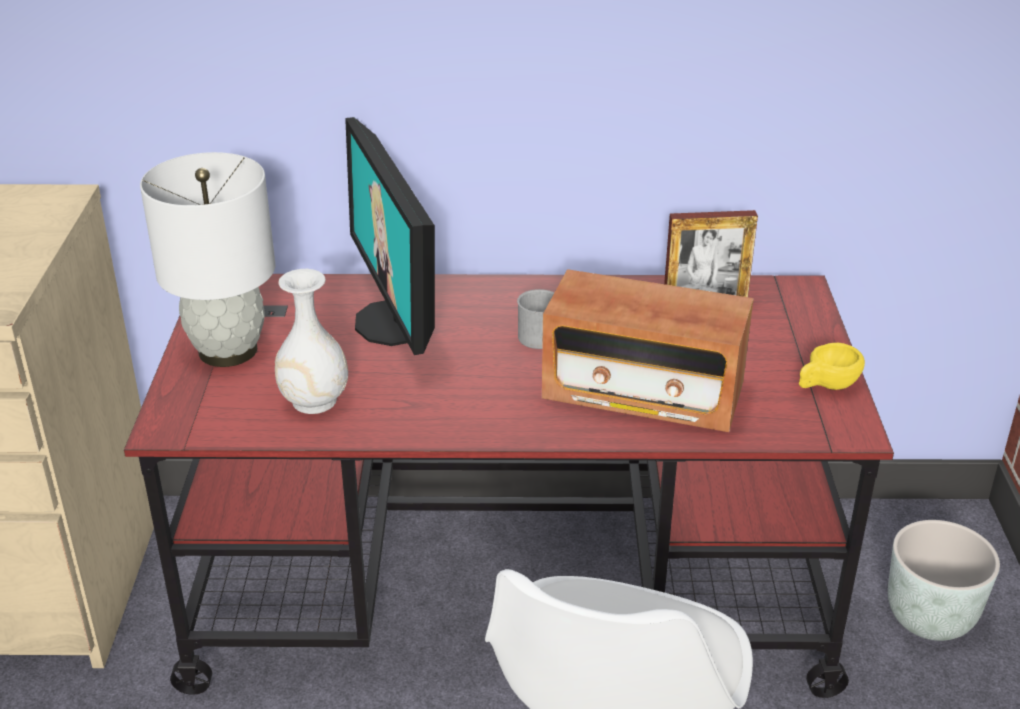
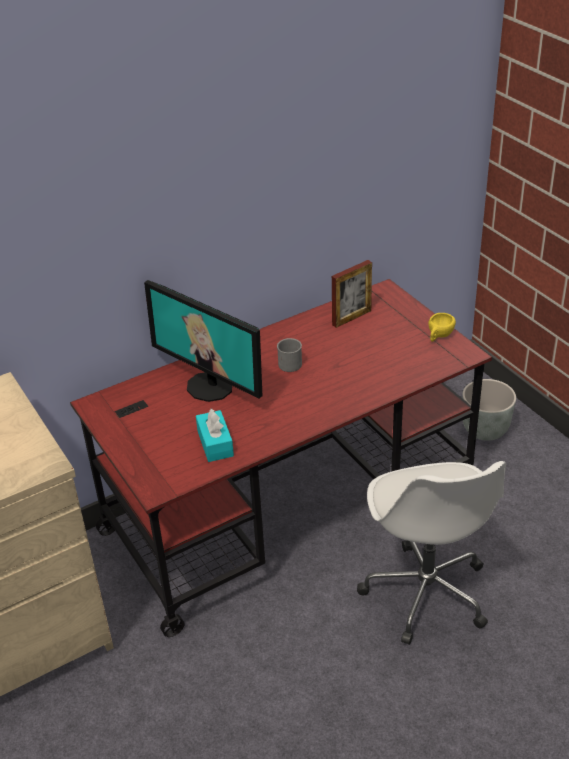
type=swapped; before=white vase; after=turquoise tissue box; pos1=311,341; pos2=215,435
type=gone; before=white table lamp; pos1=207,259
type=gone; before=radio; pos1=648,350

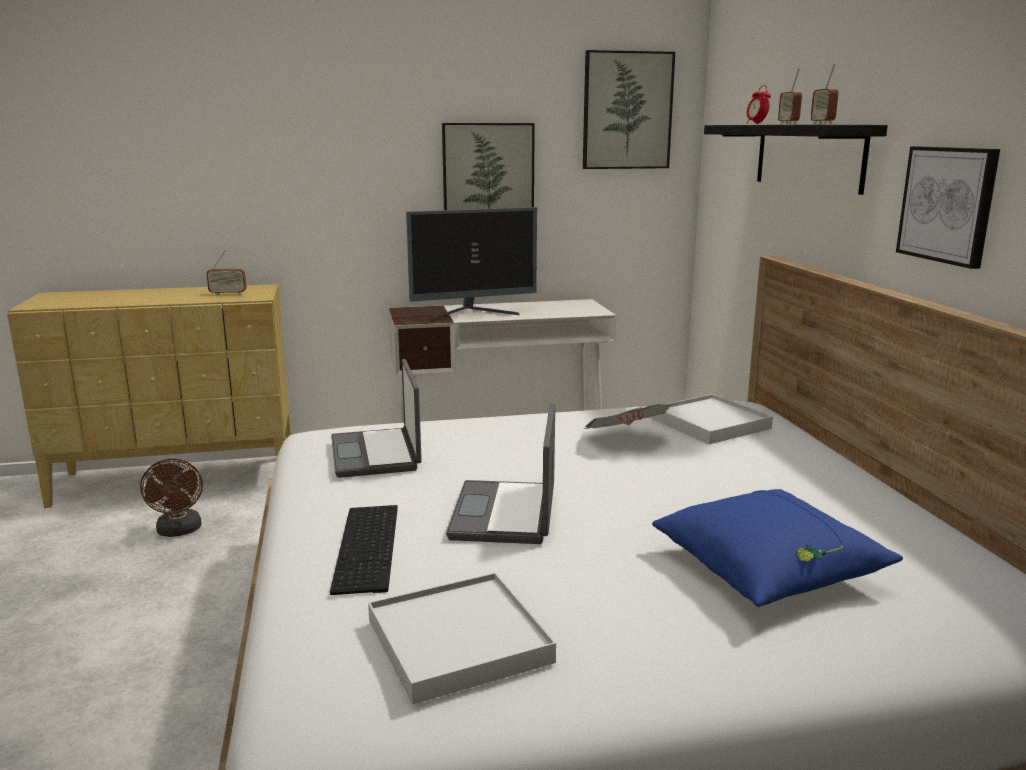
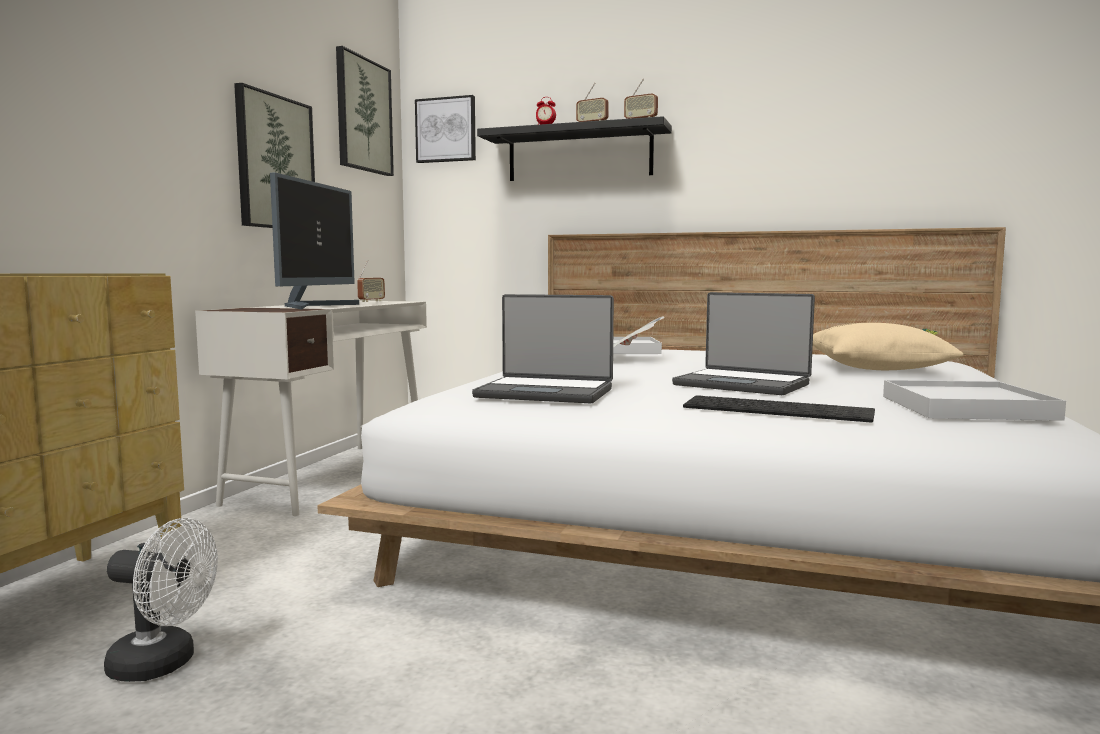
type=repainted; before=brown fan; after=white fan; pos1=171,497; pos2=161,600
type=shifted; before=radio; pos1=226,272; pos2=371,281
type=shifted; before=picture; pos1=948,207; pos2=445,129
type=repainted; before=blue pillow; after=beige pillow; pos1=777,548; pos2=888,346

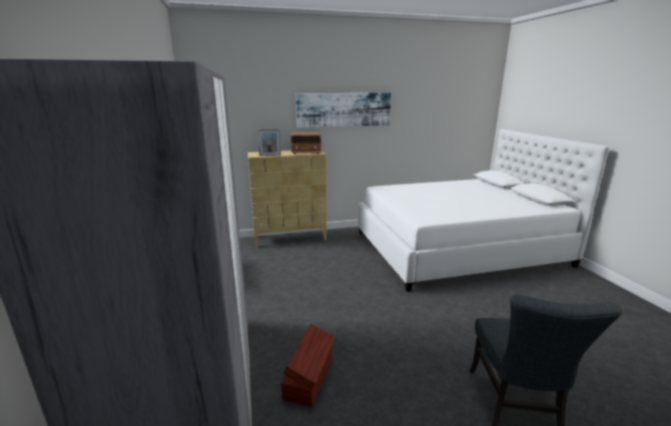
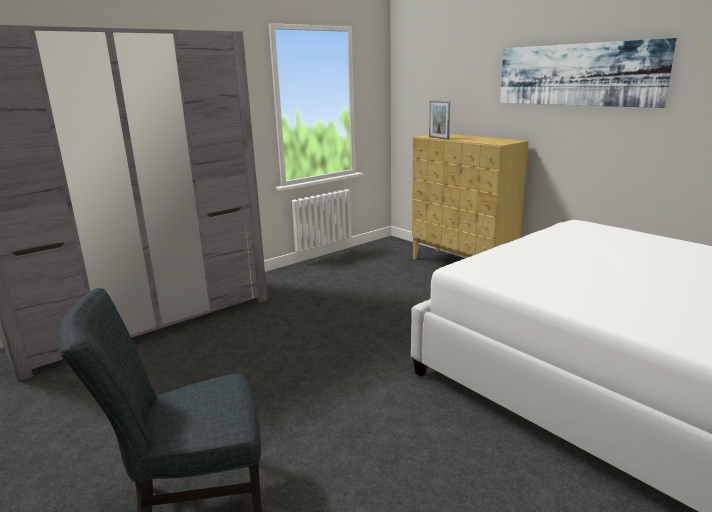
type=gone; before=brown storage box; pos1=308,365
type=gone; before=radio; pos1=306,143

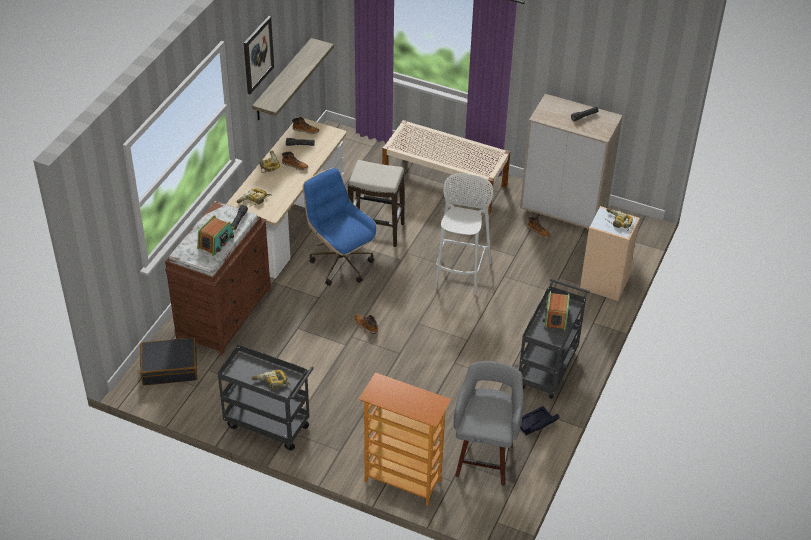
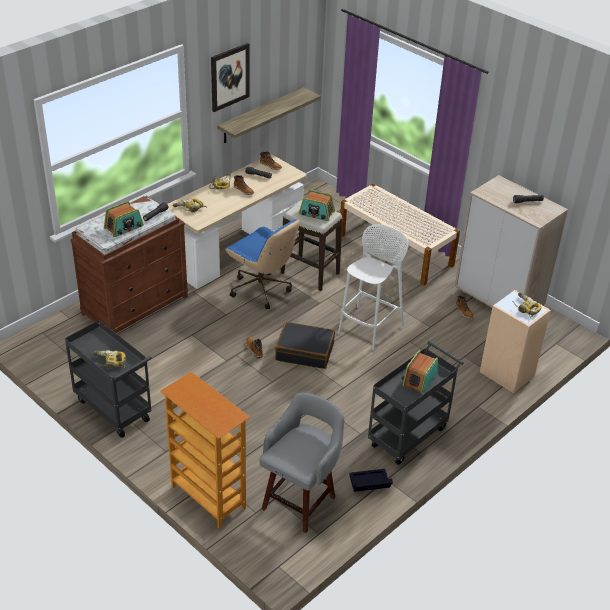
type=rotated; before=blue office chair; pos1=340,226; pos2=263,264; turn=150
type=shifted; before=black suitcase; pos1=168,361; pos2=305,345
type=new; after=radio; pos2=317,205

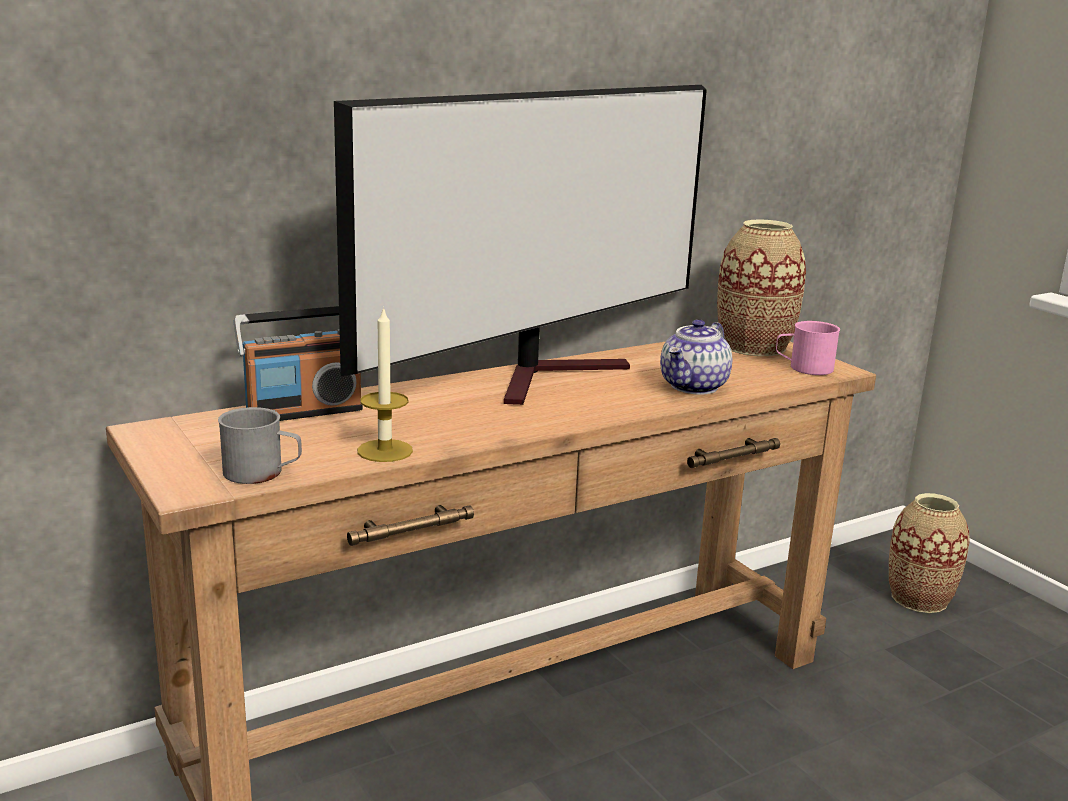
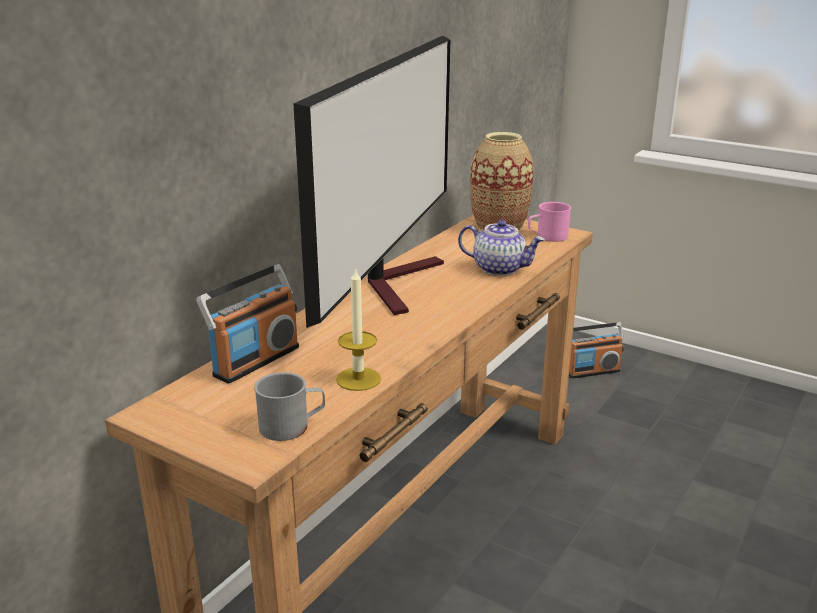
type=rotated; before=teapot; pos1=696,357; pos2=501,248; turn=-75
type=swapped; before=vase; after=radio; pos1=929,553; pos2=596,350

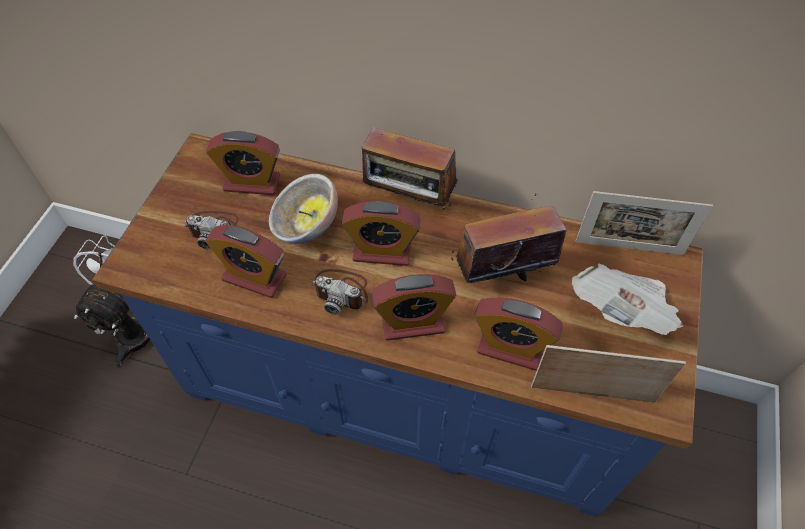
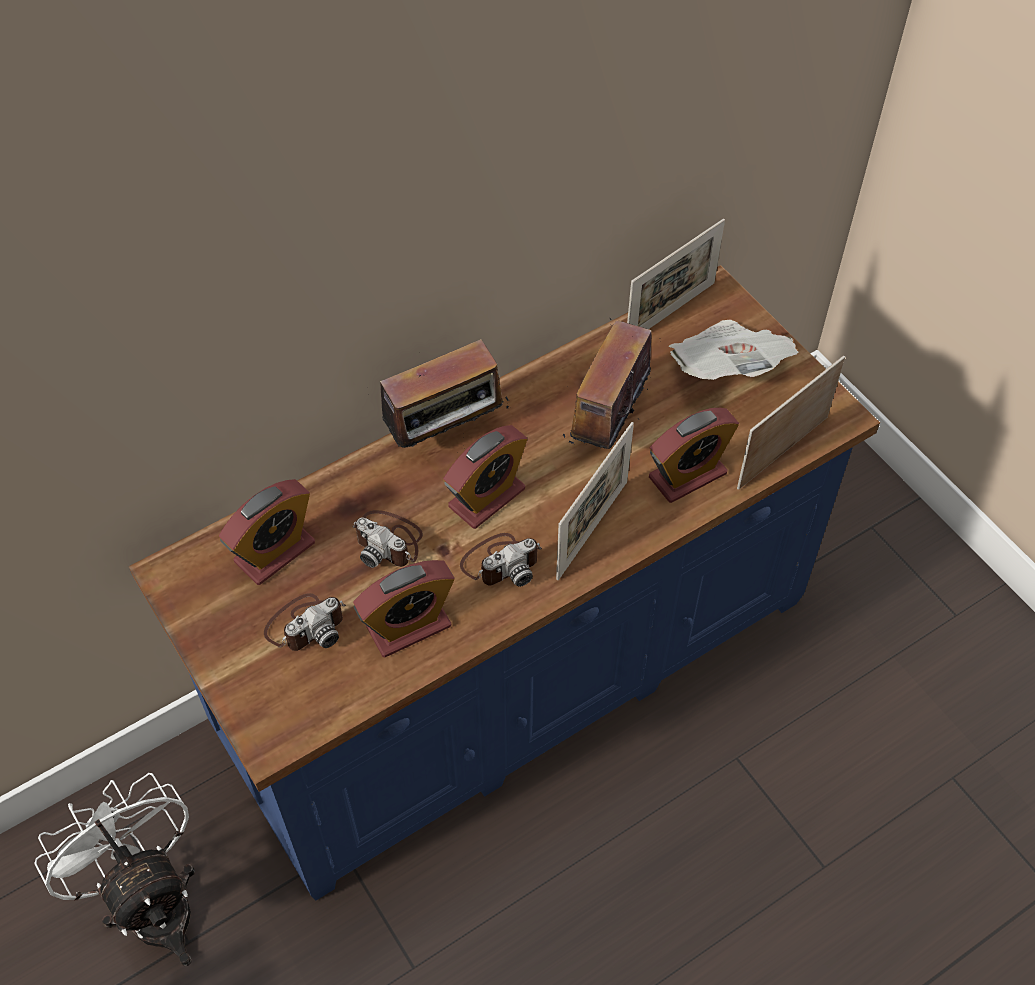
type=swapped; before=bowl; after=photo camera; pos1=303,209; pos2=387,539
type=swapped; before=alarm clock; after=picture frame; pos1=413,307; pos2=595,501

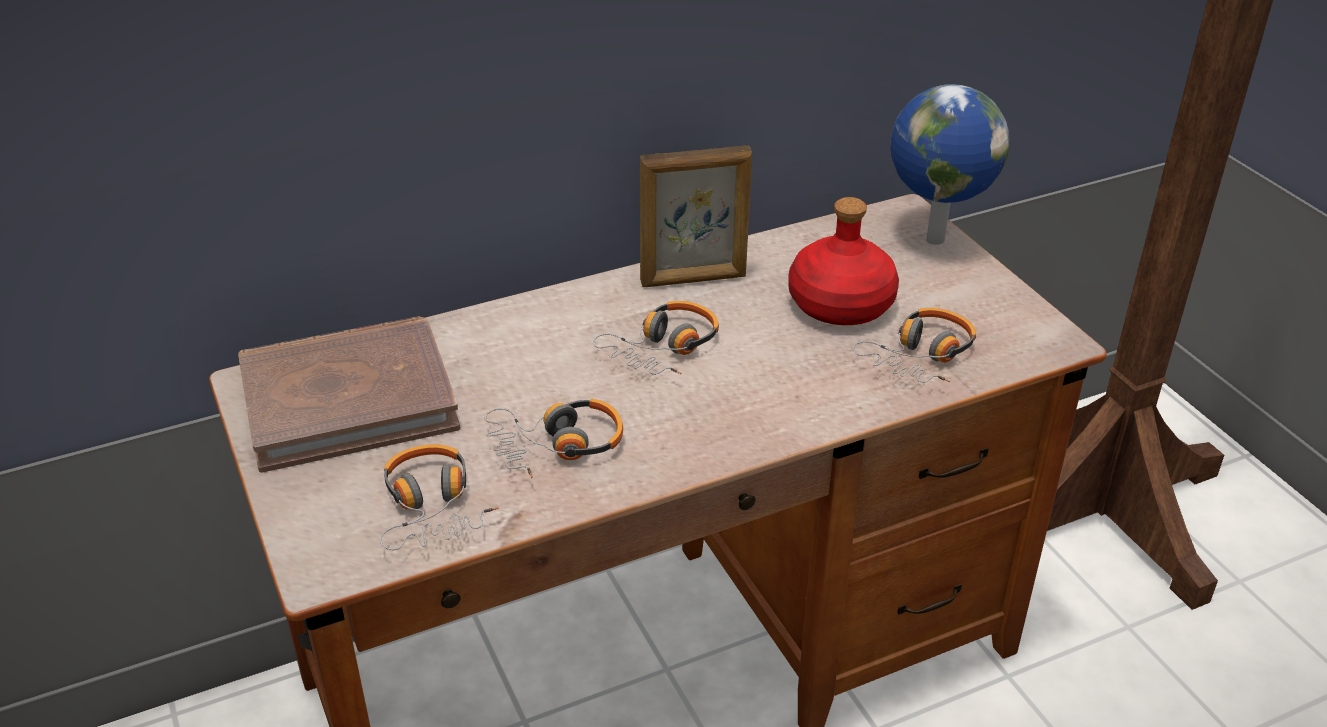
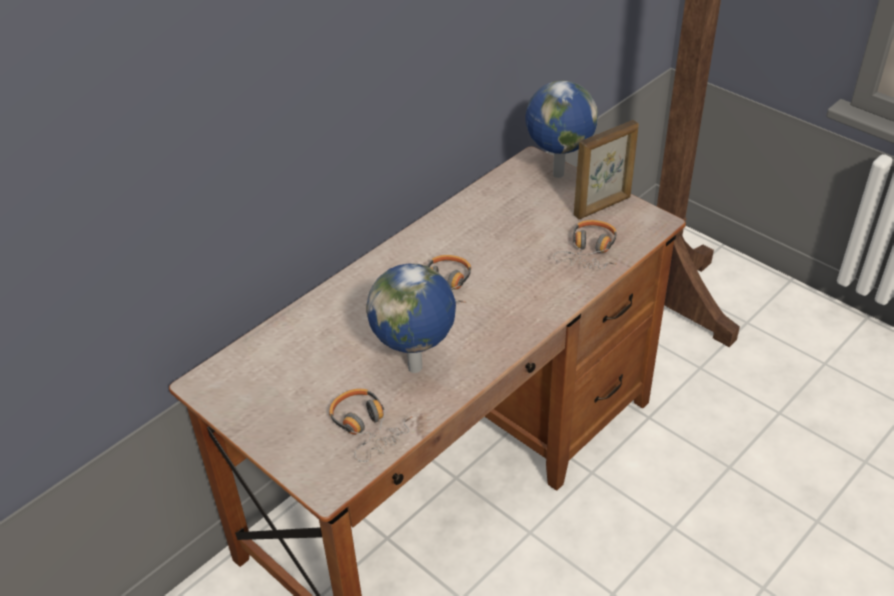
type=swapped; before=headphones; after=globe; pos1=554,438; pos2=411,318
type=shifted; before=picture frame; pos1=696,216; pos2=606,169
type=gone; before=brown book; pos1=349,394
type=gone; before=red bottle; pos1=843,261

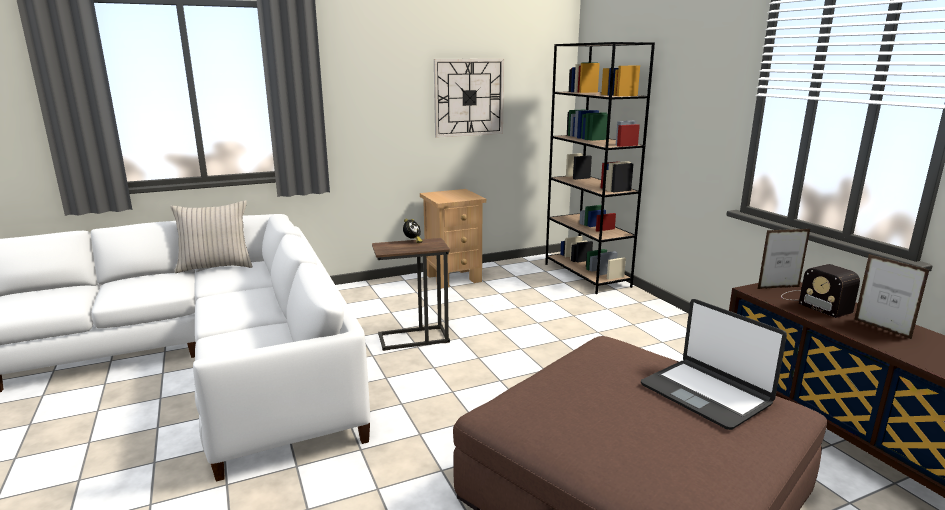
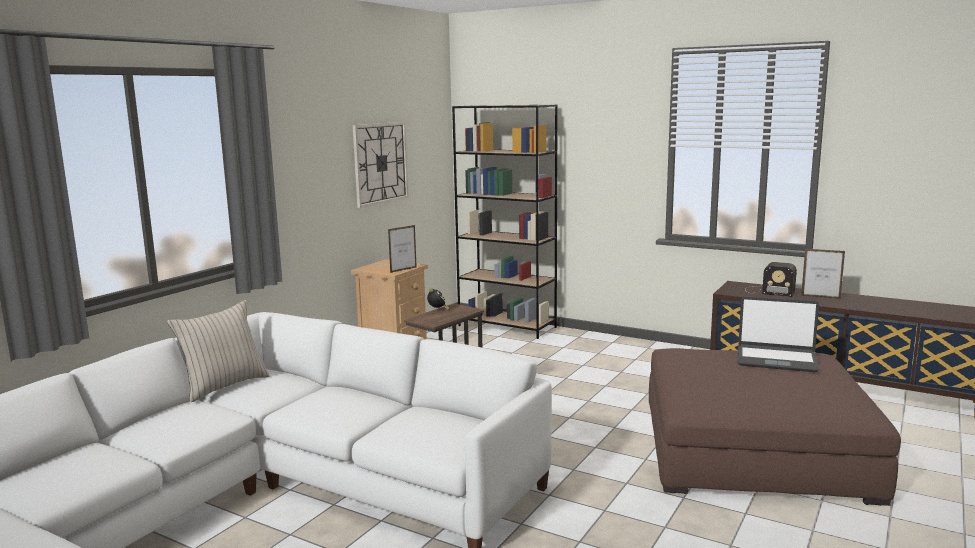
type=shifted; before=picture frame; pos1=784,259; pos2=402,249

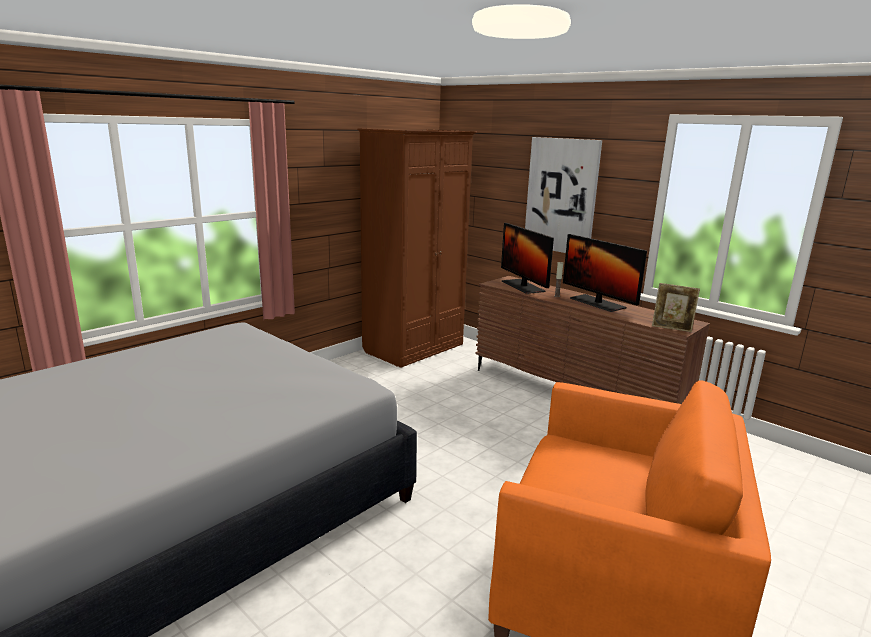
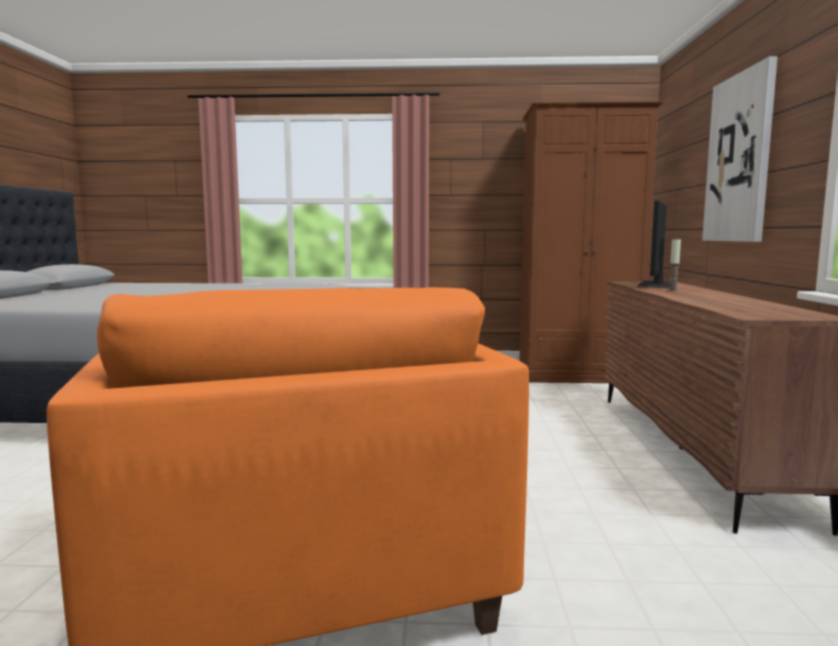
type=gone; before=monitor; pos1=605,273
type=gone; before=picture frame; pos1=676,307

